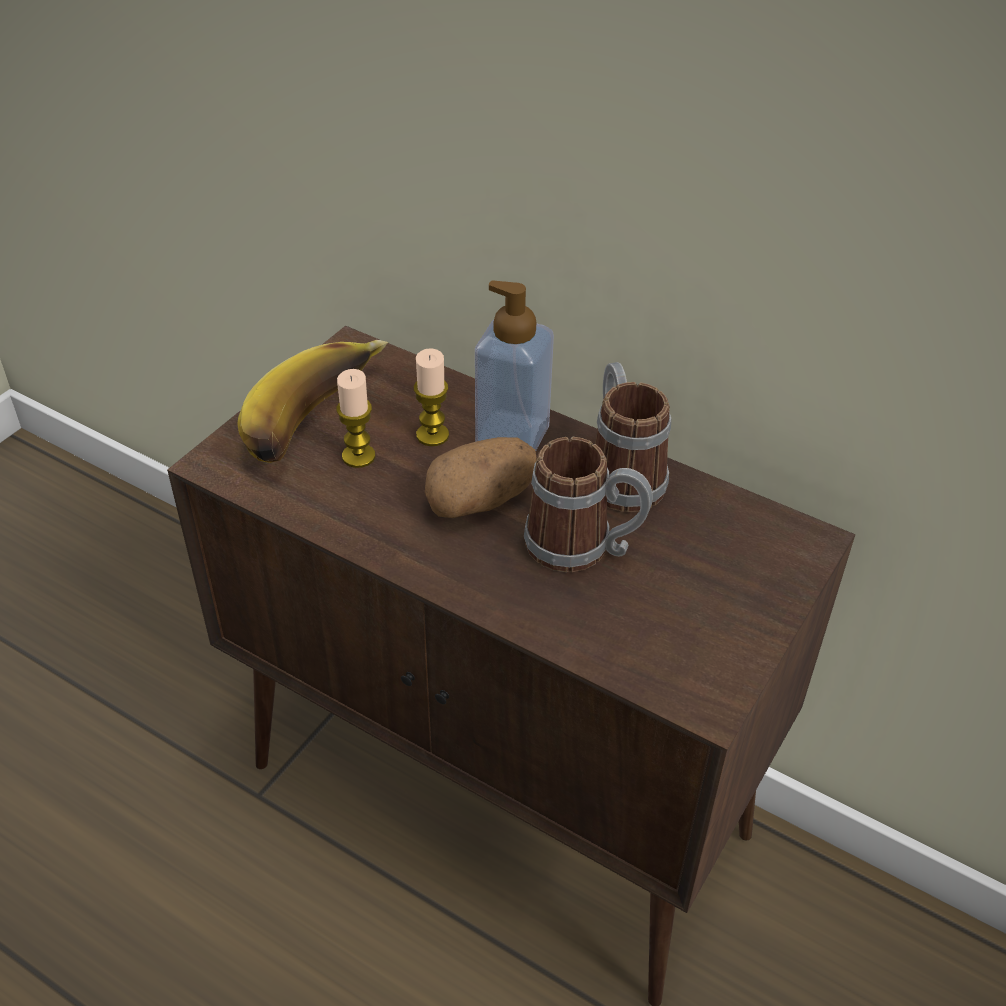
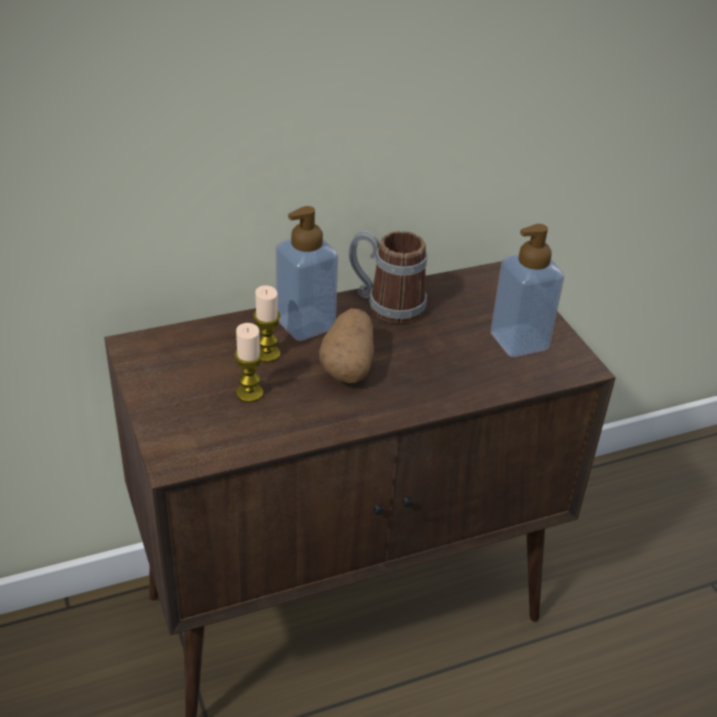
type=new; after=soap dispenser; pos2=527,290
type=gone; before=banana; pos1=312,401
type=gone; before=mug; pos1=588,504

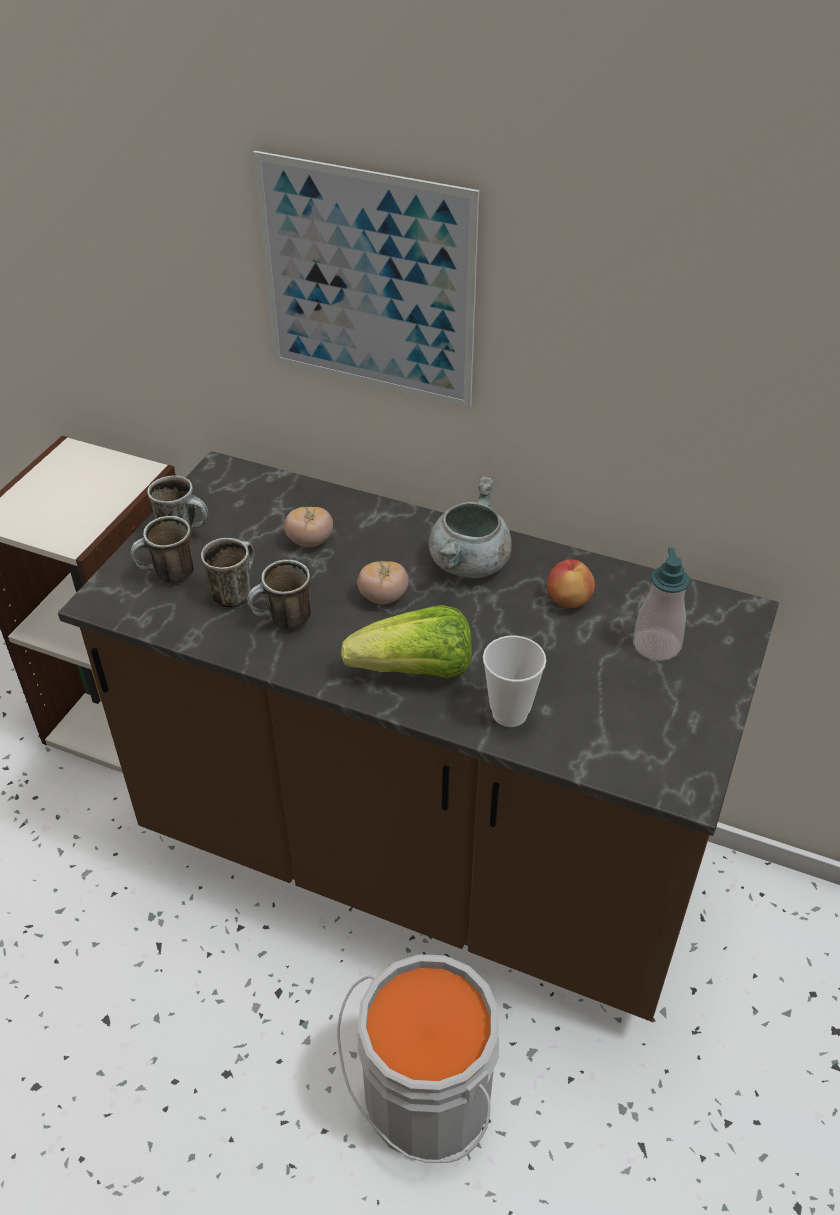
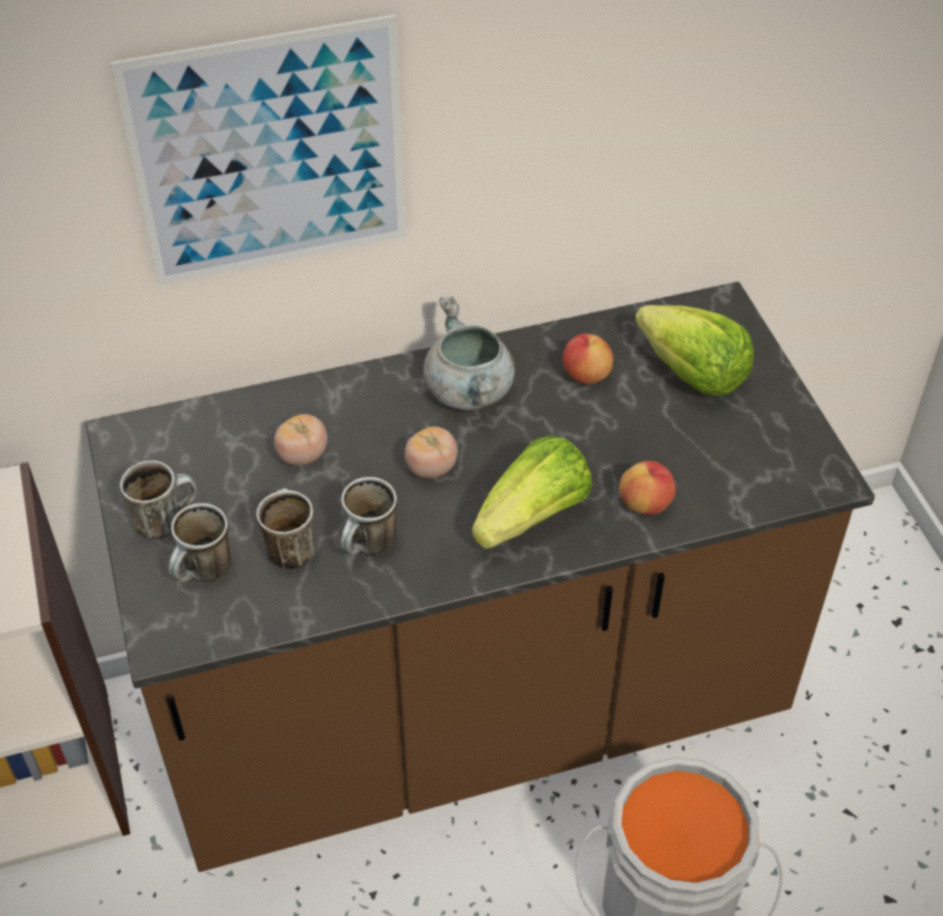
type=swapped; before=cup; after=apple; pos1=514,681; pos2=647,488
type=swapped; before=soap dispenser; after=lettuce; pos1=661,604; pos2=694,350

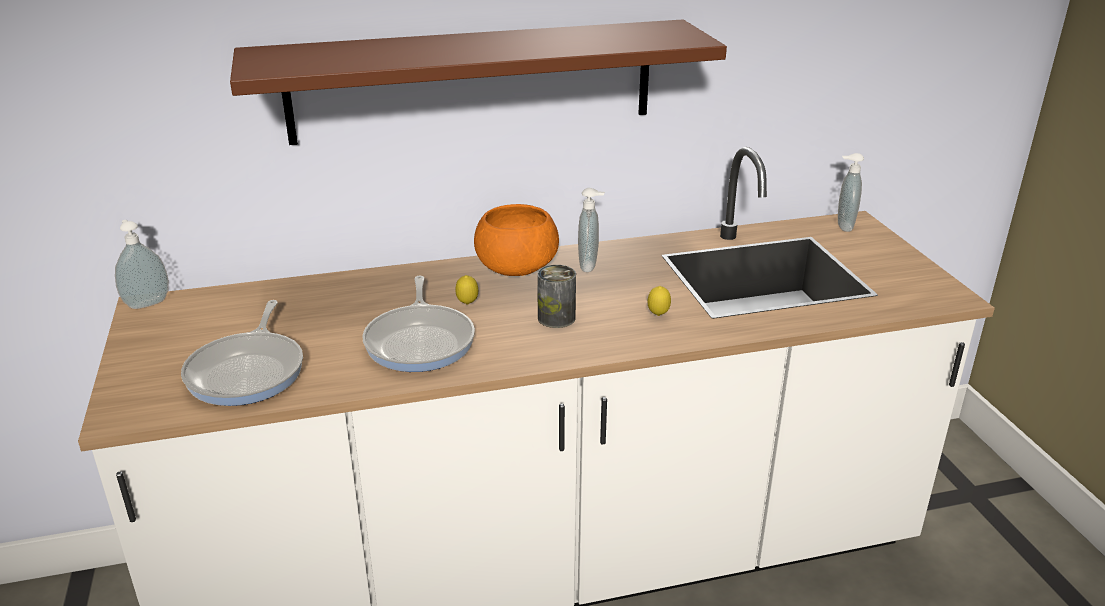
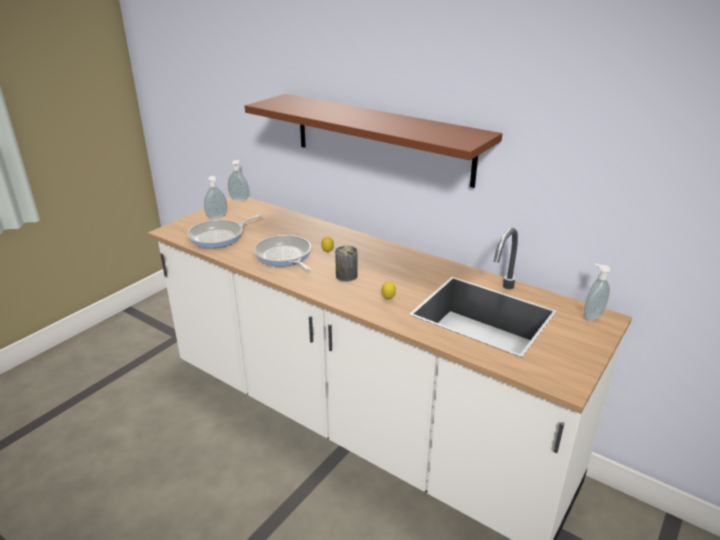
type=shifted; before=soap dispenser; pos1=591,230; pos2=215,198
type=rotated; before=frying pan; pos1=418,324; pos2=282,253; turn=105
type=gone; before=orange bowl; pos1=516,240

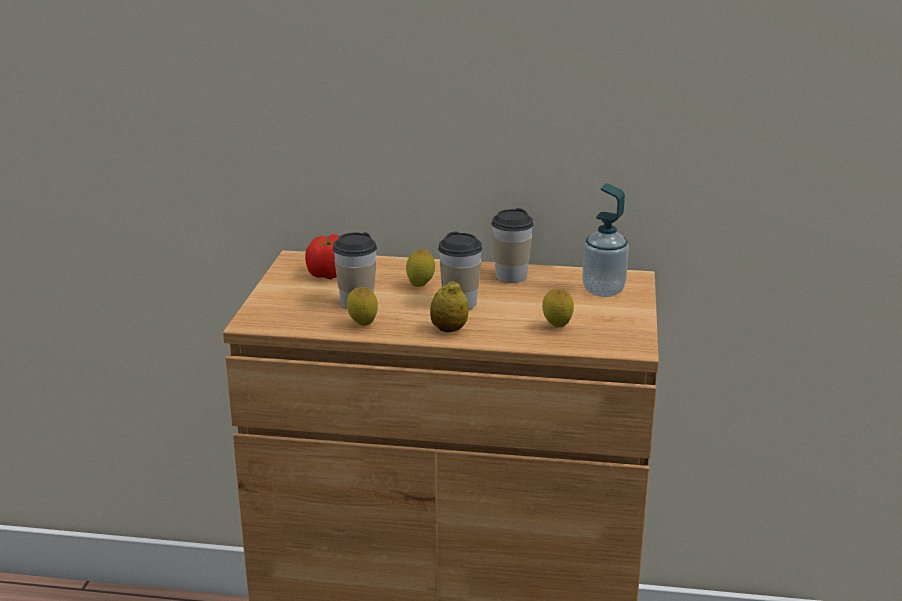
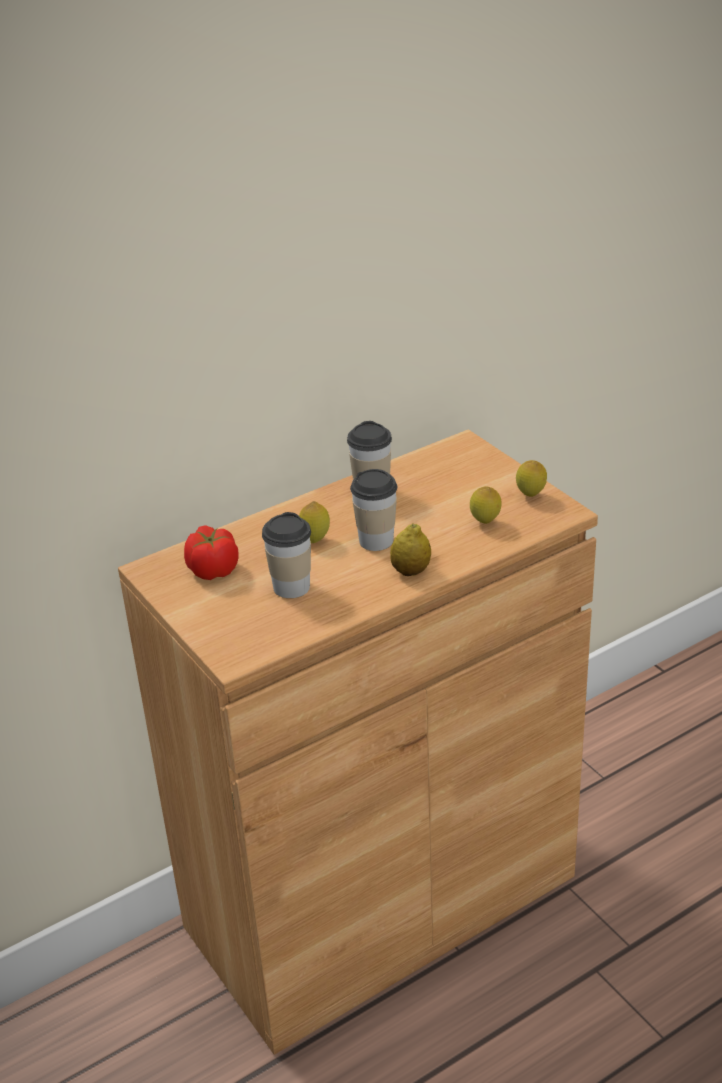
type=shifted; before=lemon; pos1=362,306; pos2=531,478
type=gone; before=soap dispenser; pos1=605,240

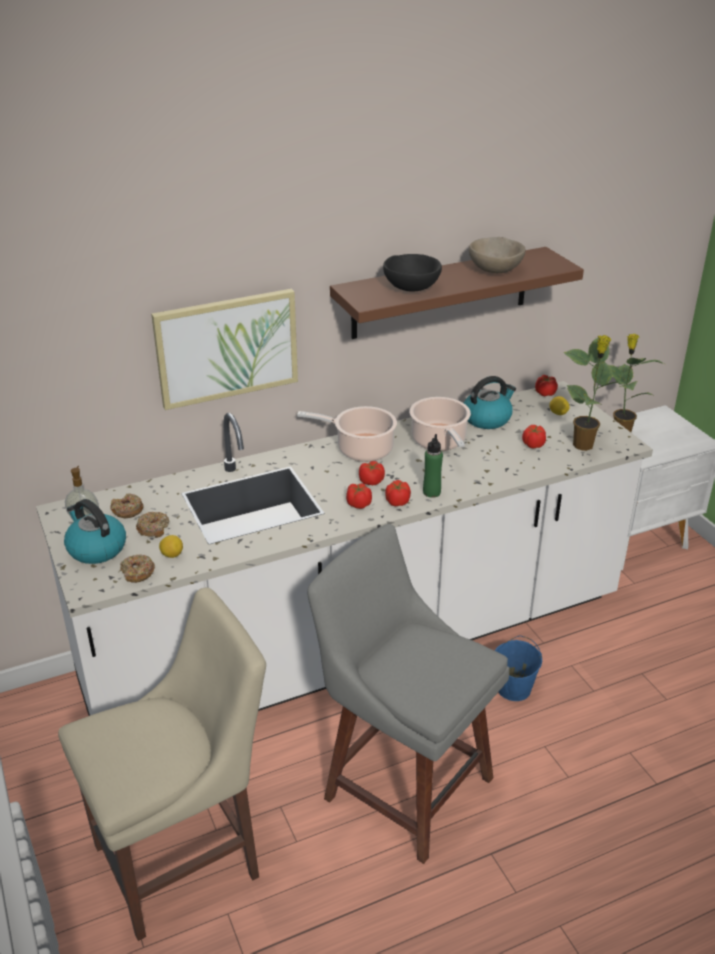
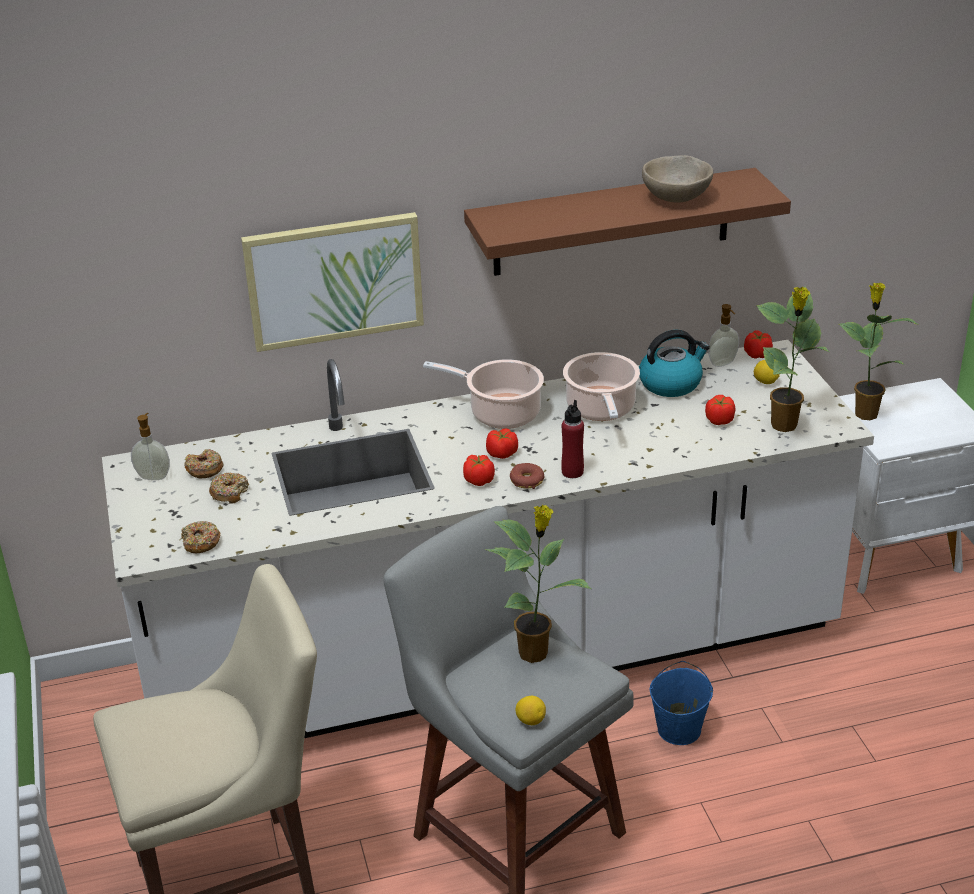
type=new; after=potted plant; pos2=538,584
type=swapped; before=tomato; after=donut; pos1=398,493; pos2=527,476
type=shifted; before=lemon; pos1=171,546; pos2=530,710
type=repainted; before=green bottle; after=red bottle; pos1=433,466; pos2=572,439
type=new; after=soap dispenser; pos2=723,335
type=gone; before=kettle; pos1=95,531
type=gone; before=black bowl; pos1=412,273

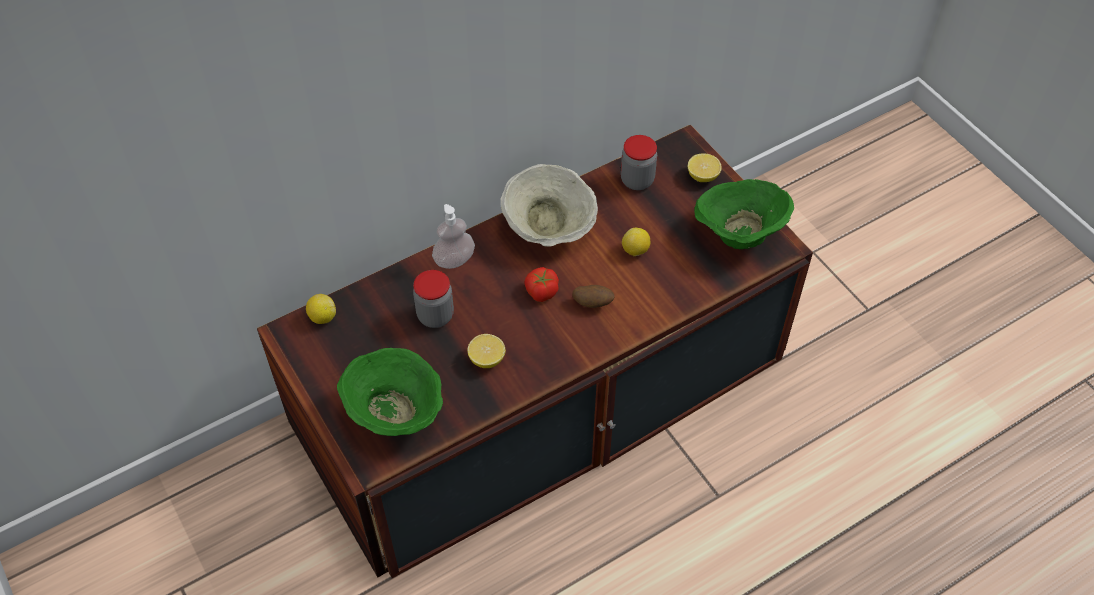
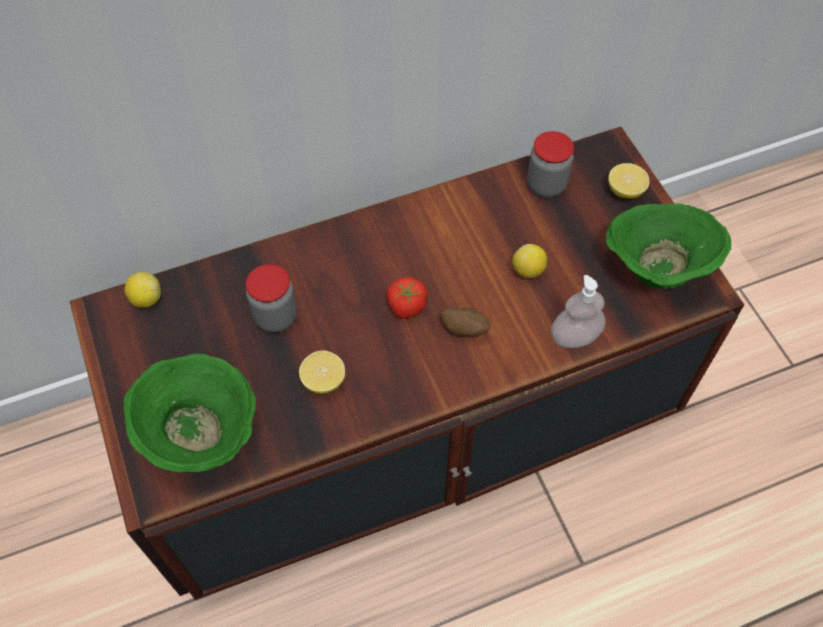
type=shifted; before=soap dispenser; pos1=453,236; pos2=578,311
type=gone; before=beige bowl; pos1=549,205

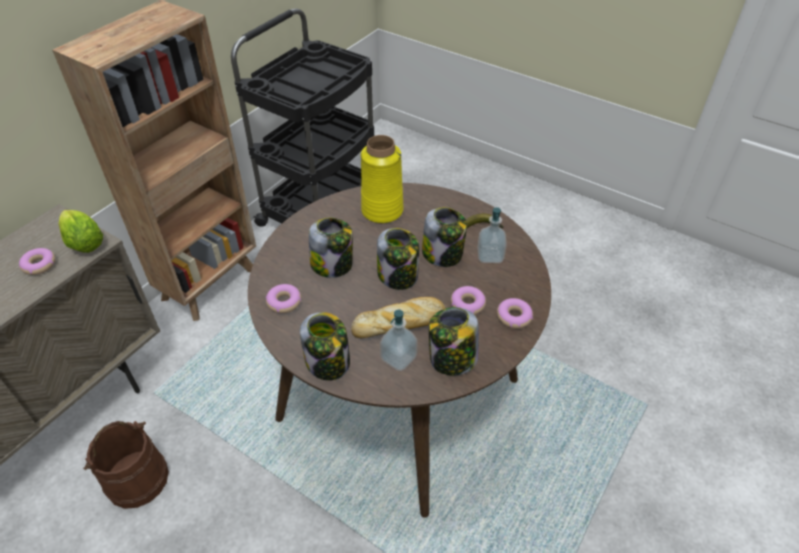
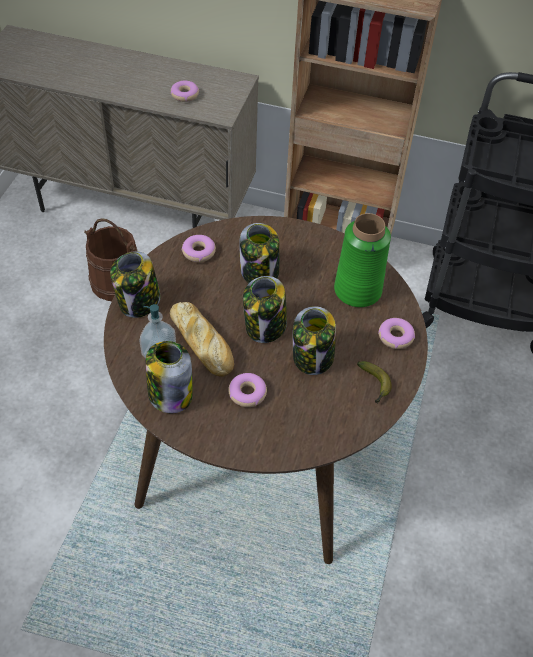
type=repainted; before=yellow vase; after=green vase; pos1=382,179; pos2=362,260
type=shifted; before=donut; pos1=515,313; pos2=396,333
type=gone; before=lettuce; pos1=80,231
type=gone; before=soap dispenser; pos1=492,235

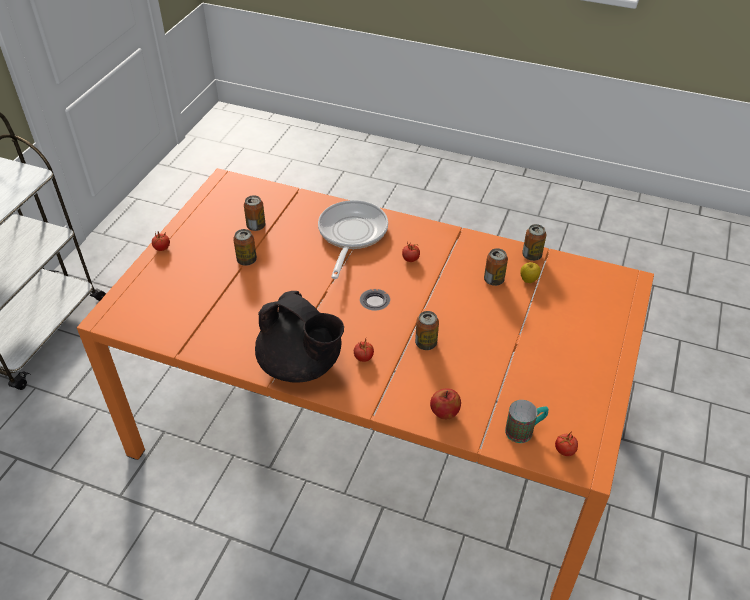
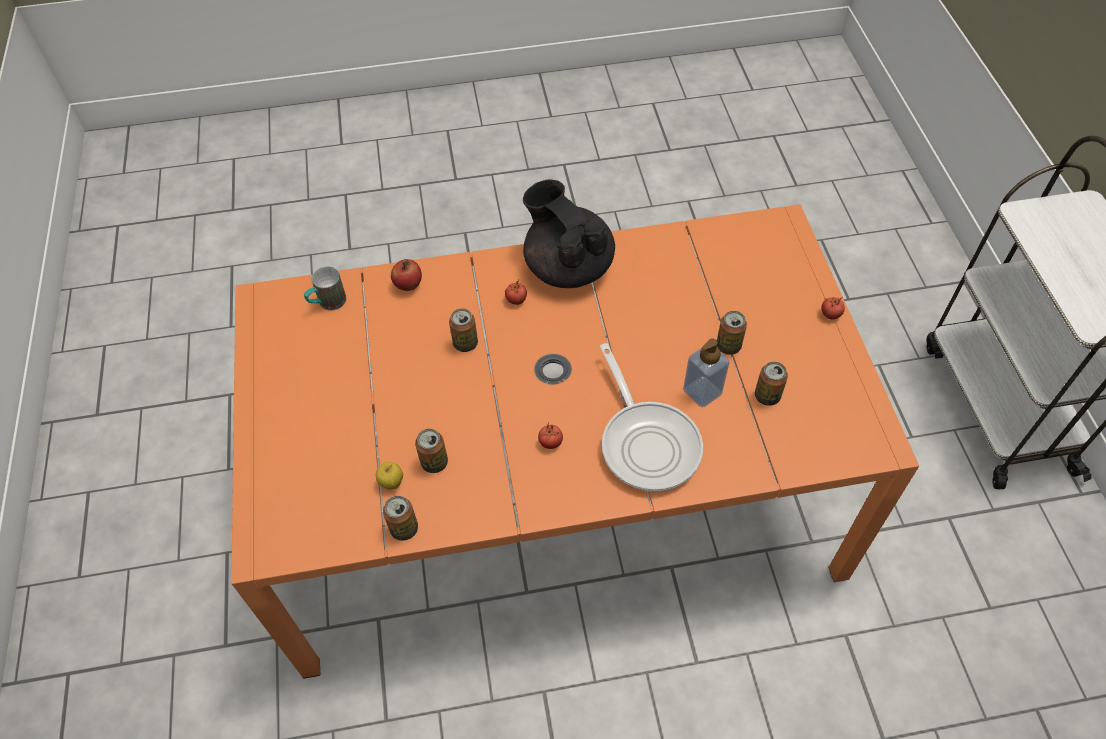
type=rotated; before=black teapot; pos1=299,337; pos2=569,233; turn=45
type=new; after=soap dispenser; pos2=706,373
type=gone; before=tomato; pos1=566,444

